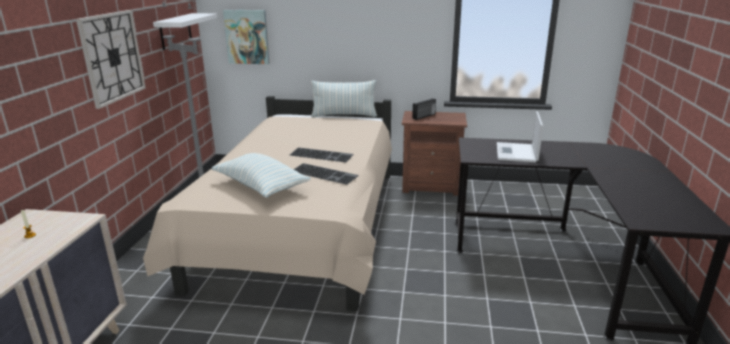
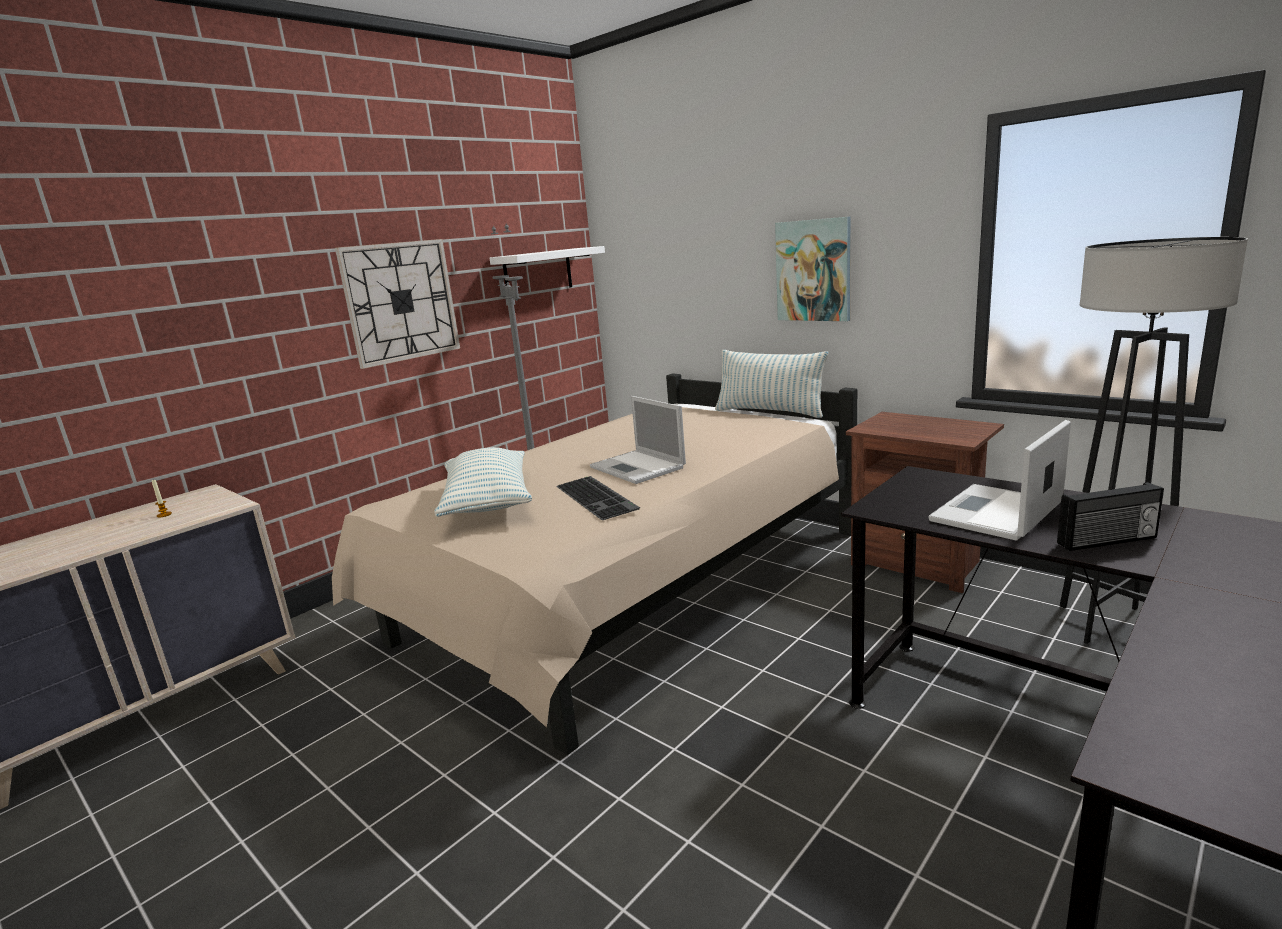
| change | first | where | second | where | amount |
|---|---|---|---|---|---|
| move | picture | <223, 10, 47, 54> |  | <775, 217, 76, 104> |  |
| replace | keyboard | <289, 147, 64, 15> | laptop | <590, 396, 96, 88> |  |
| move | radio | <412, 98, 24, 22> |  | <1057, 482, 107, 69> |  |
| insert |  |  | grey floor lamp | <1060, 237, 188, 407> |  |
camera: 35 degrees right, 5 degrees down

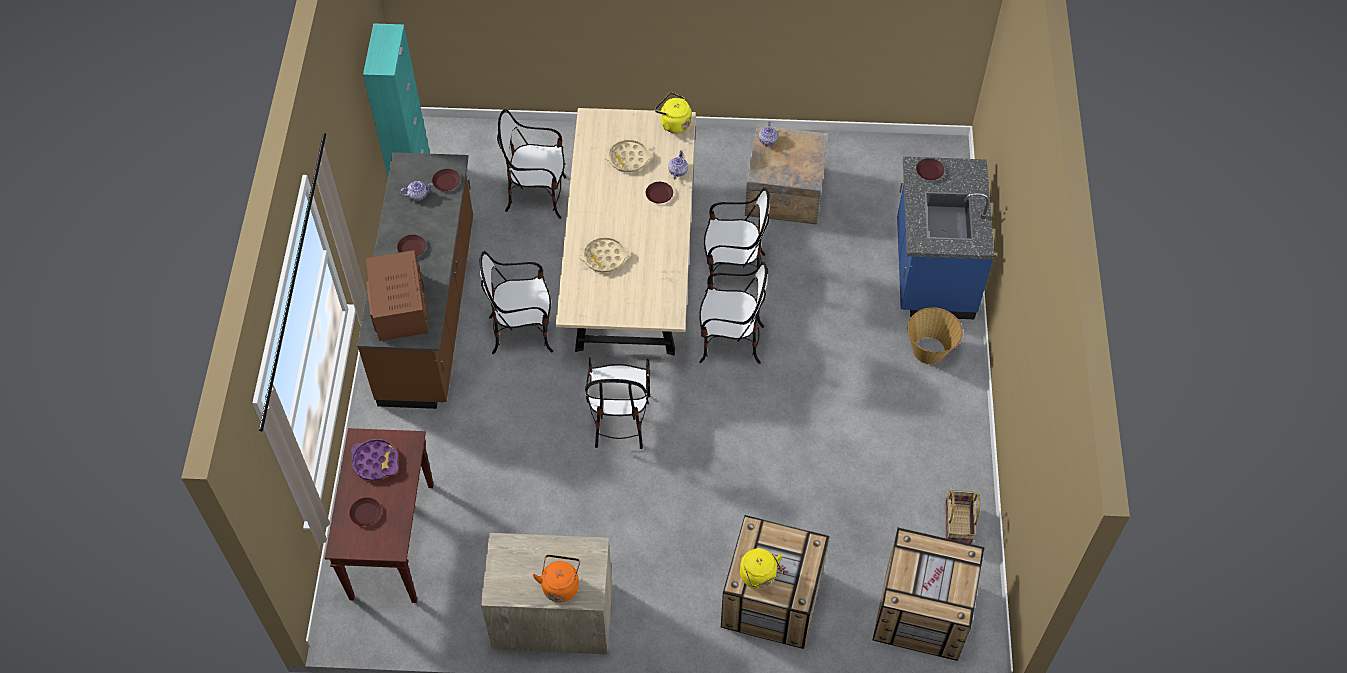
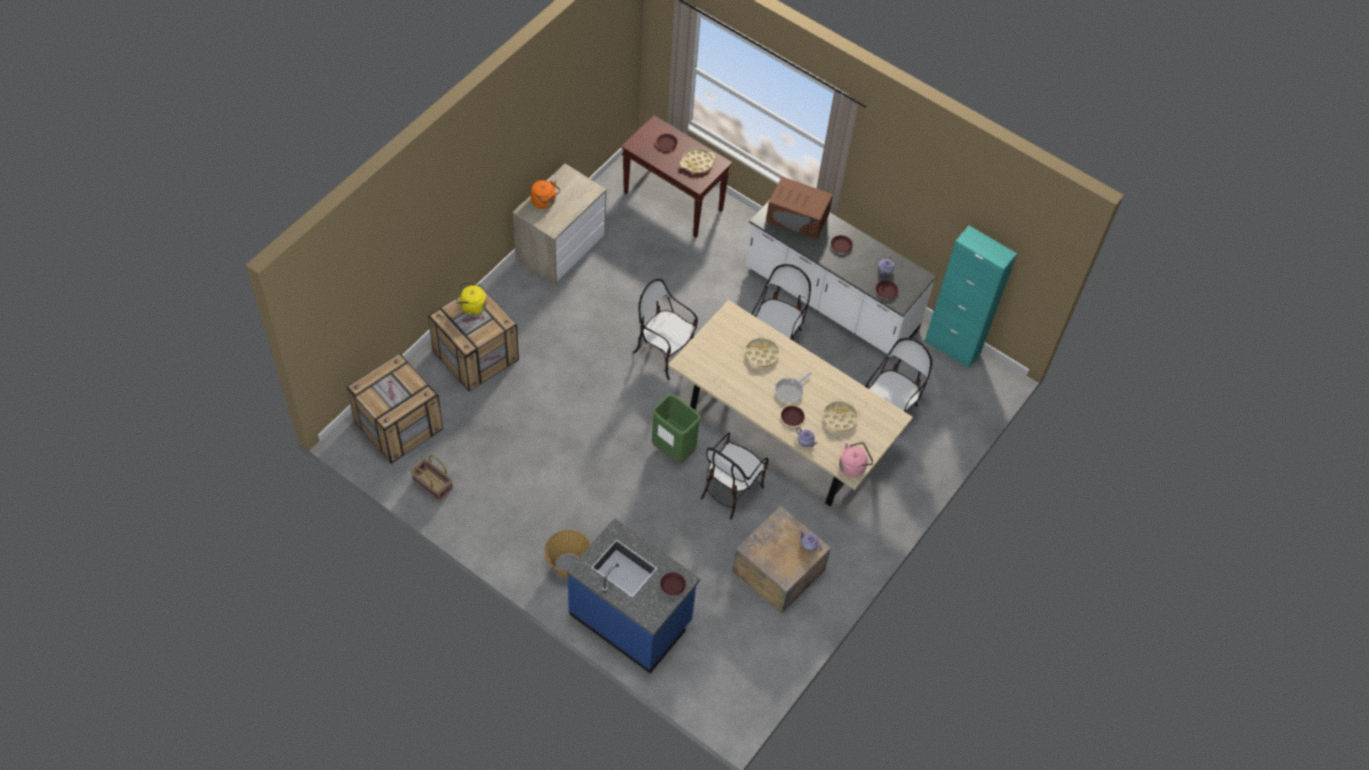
| change | first | where | second | where | amount |
|---|---|---|---|---|---|
| recolor | purple tray | <351, 439, 48, 42> | beige tray | <680, 148, 36, 25> |  |
| recolor | brown counter | <357, 152, 116, 257> | white counter | <746, 201, 190, 156> |  |
| recolor | yellow kettle | <655, 92, 37, 41> | pink kettle | <839, 442, 34, 35> |  |
| replace | chair | <699, 262, 69, 102> | green trash can | <652, 394, 49, 70> |  |
| insert |  |  | frying pan | <775, 372, 37, 30> |  |
camera: 120 degrees right, 0 degrees up

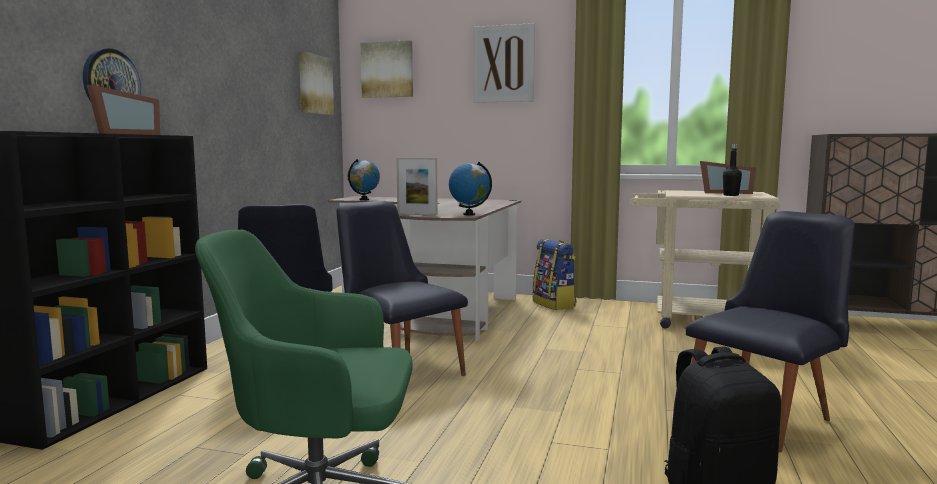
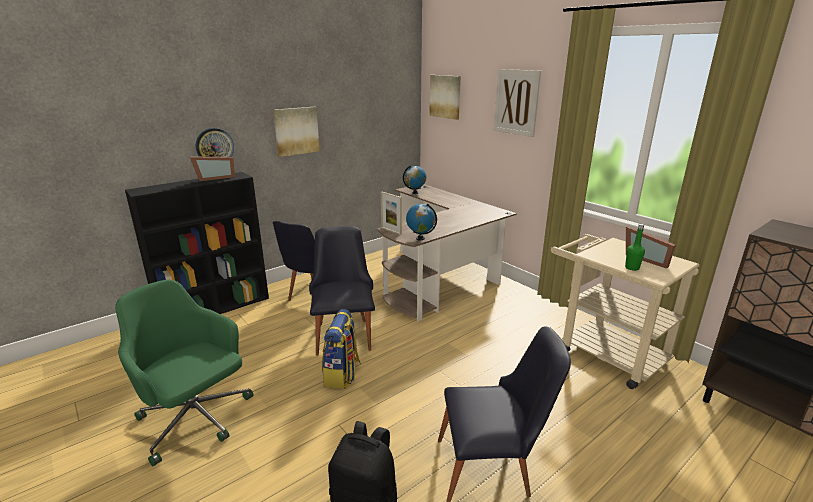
| change | first | where | second | where | amount |
|---|---|---|---|---|---|
| move | picture | <299, 51, 35, 64> |  | <273, 107, 47, 50> |  |
| move | backpack | <533, 239, 43, 71> |  | <322, 309, 39, 80> |  |
| recolor | black bottle | <723, 144, 19, 52> | green bottle | <625, 224, 20, 47> |  |
camera: 35 degrees right, 15 degrees up

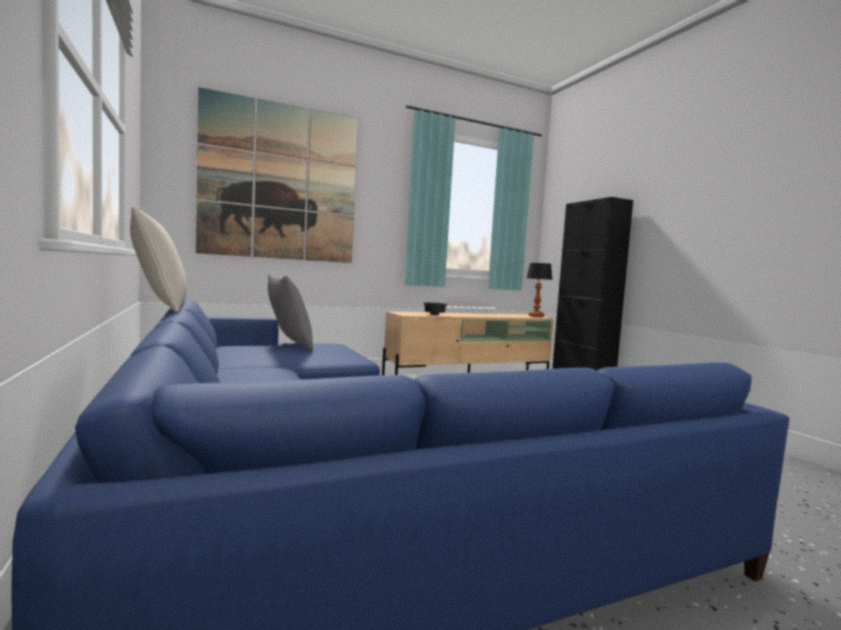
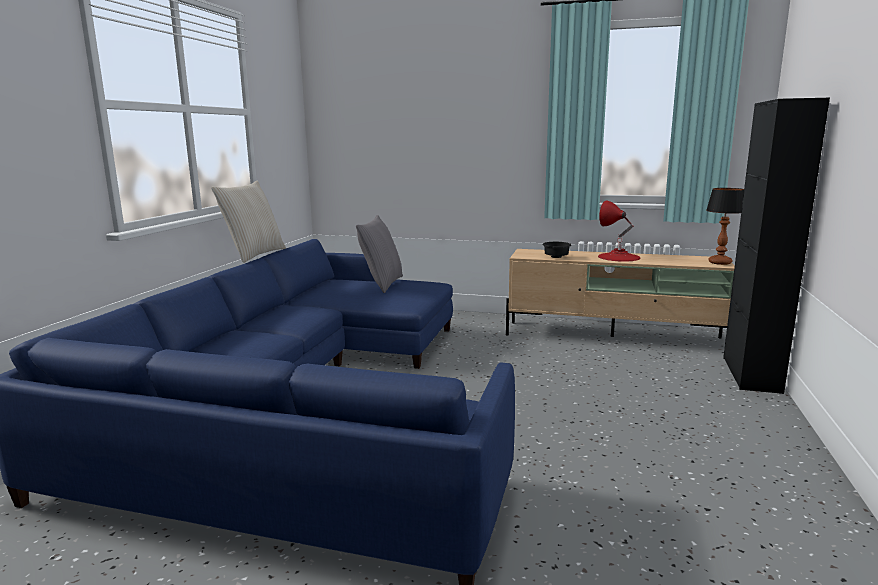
| change | first | where | second | where | amount |
|---|---|---|---|---|---|
| delete | picture | <196, 87, 162, 176> |  |  |  |
| insert |  |  | red table lamp | <598, 200, 42, 62> |  |
camera: 40 degrees right, 10 degrees up

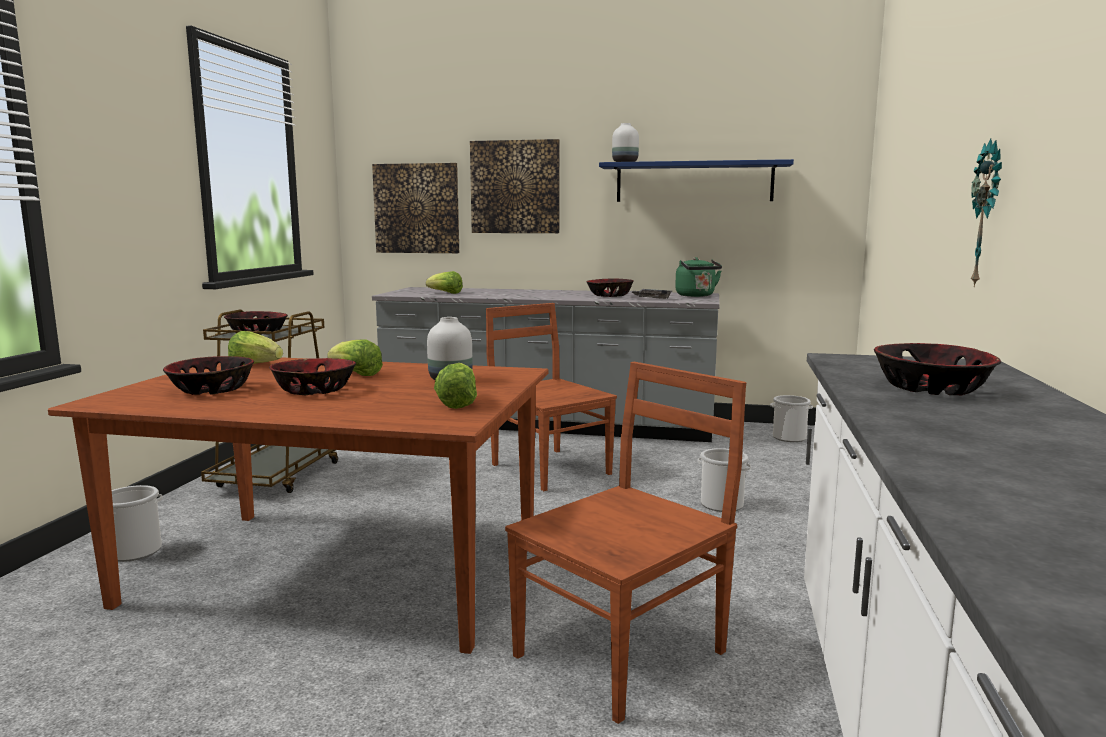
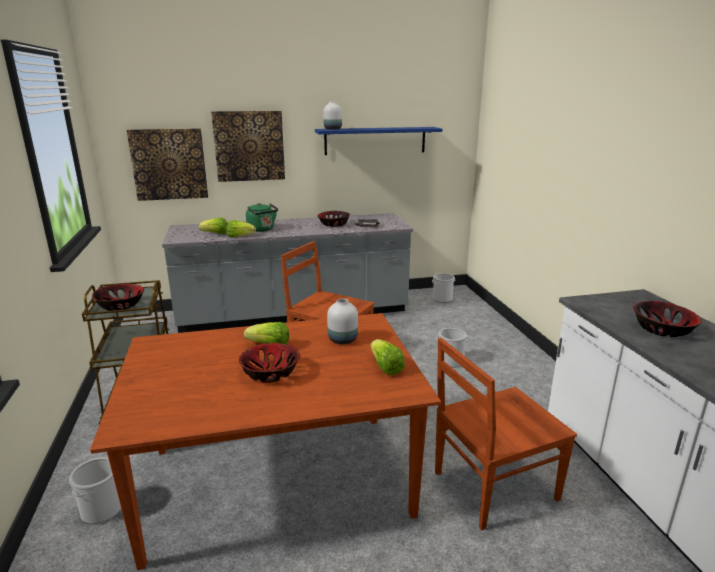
| change | first | where | second | where | amount |
|---|---|---|---|---|---|
| delete | bowl | <163, 356, 91, 39> |  |  |  |
| move | lettuce | <228, 331, 55, 34> |  | <226, 220, 30, 17> |  |
| rotate | brown chair | <505, 362, 241, 362> |  | <435, 338, 142, 192> | 135 degrees counterclockwise |
| move | green kettle | <675, 257, 47, 40> |  | <246, 203, 32, 29> |  |
| delete | wall clock | <971, 138, 31, 149> |  |  |  |
camera: 25 degrees left, 10 degrees up

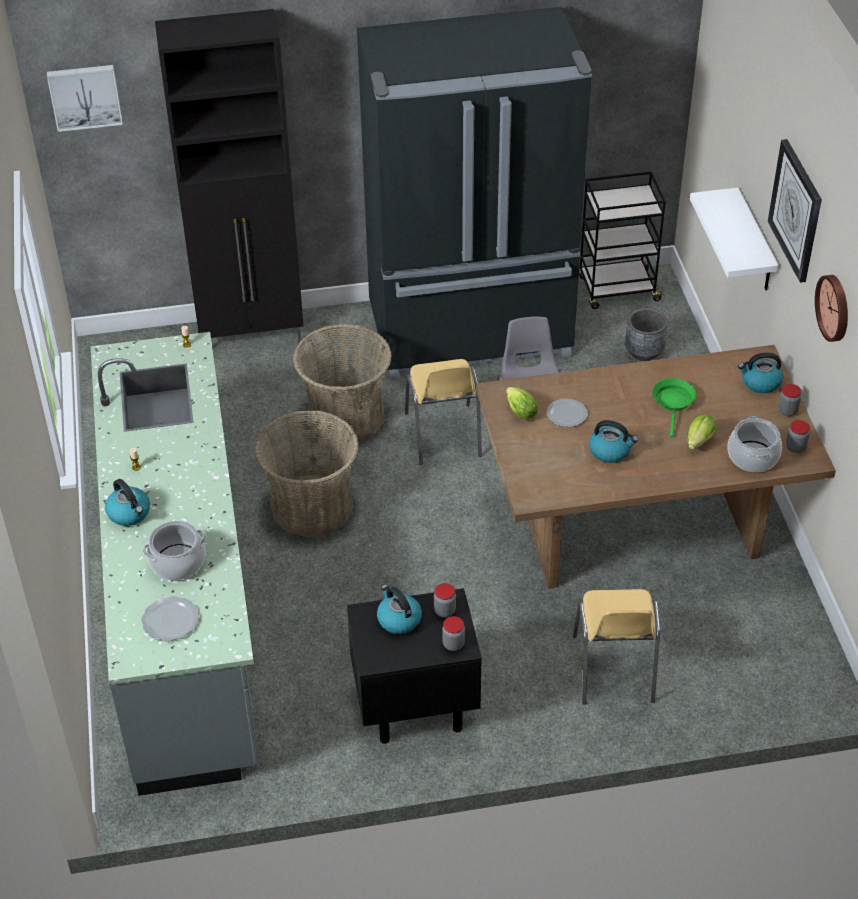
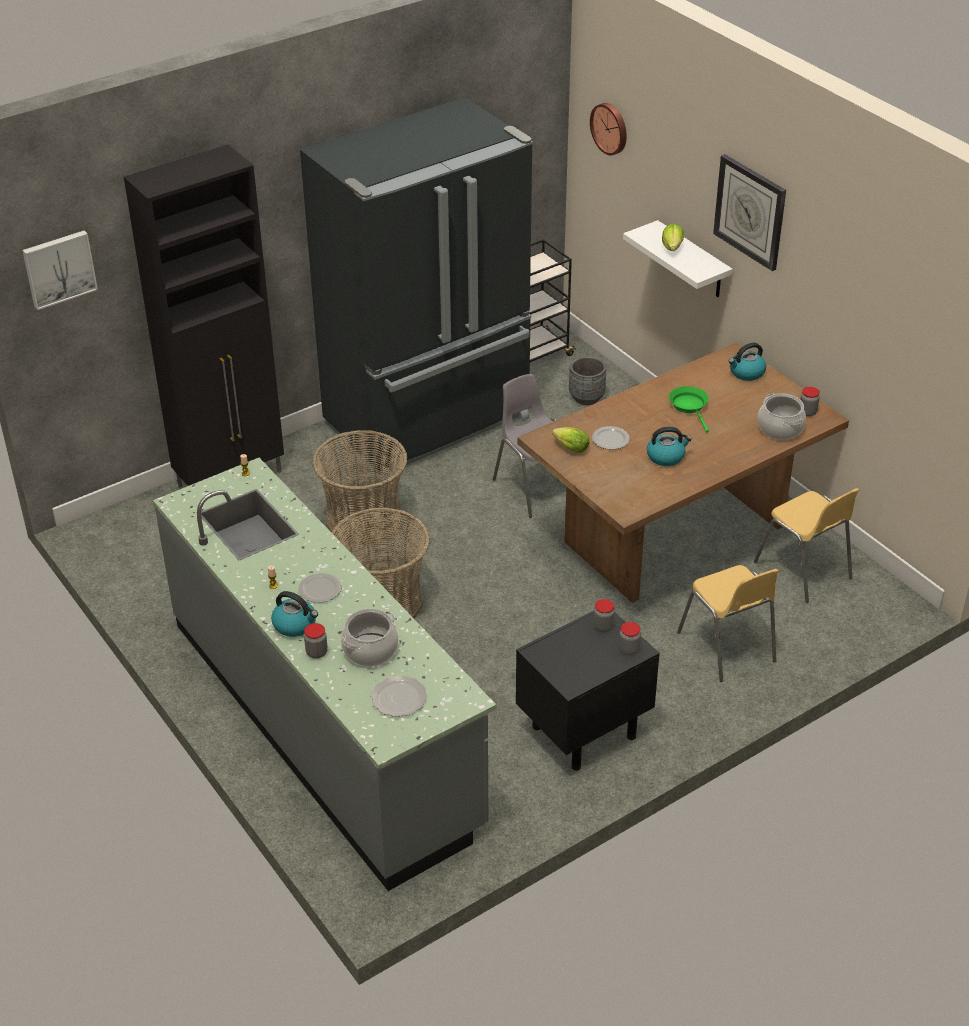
| change | first | where | second | where | amount |
|---|---|---|---|---|---|
| delete | kettle | <377, 585, 45, 49> |  |  |  |
| move | yellow chair | <405, 359, 77, 106> |  | <754, 488, 105, 115> |  |
| move | lettuce | <687, 414, 30, 35> |  | <662, 224, 22, 27> |  |
| move | jar | <778, 384, 24, 32> |  | <304, 623, 24, 36> |  |
| move | wall clock | <815, 275, 33, 67> |  | <590, 103, 37, 52> |  |
| insert |  |  | plate | <299, 573, 42, 30> |  |
camera: 25 degrees left, 5 degrees down

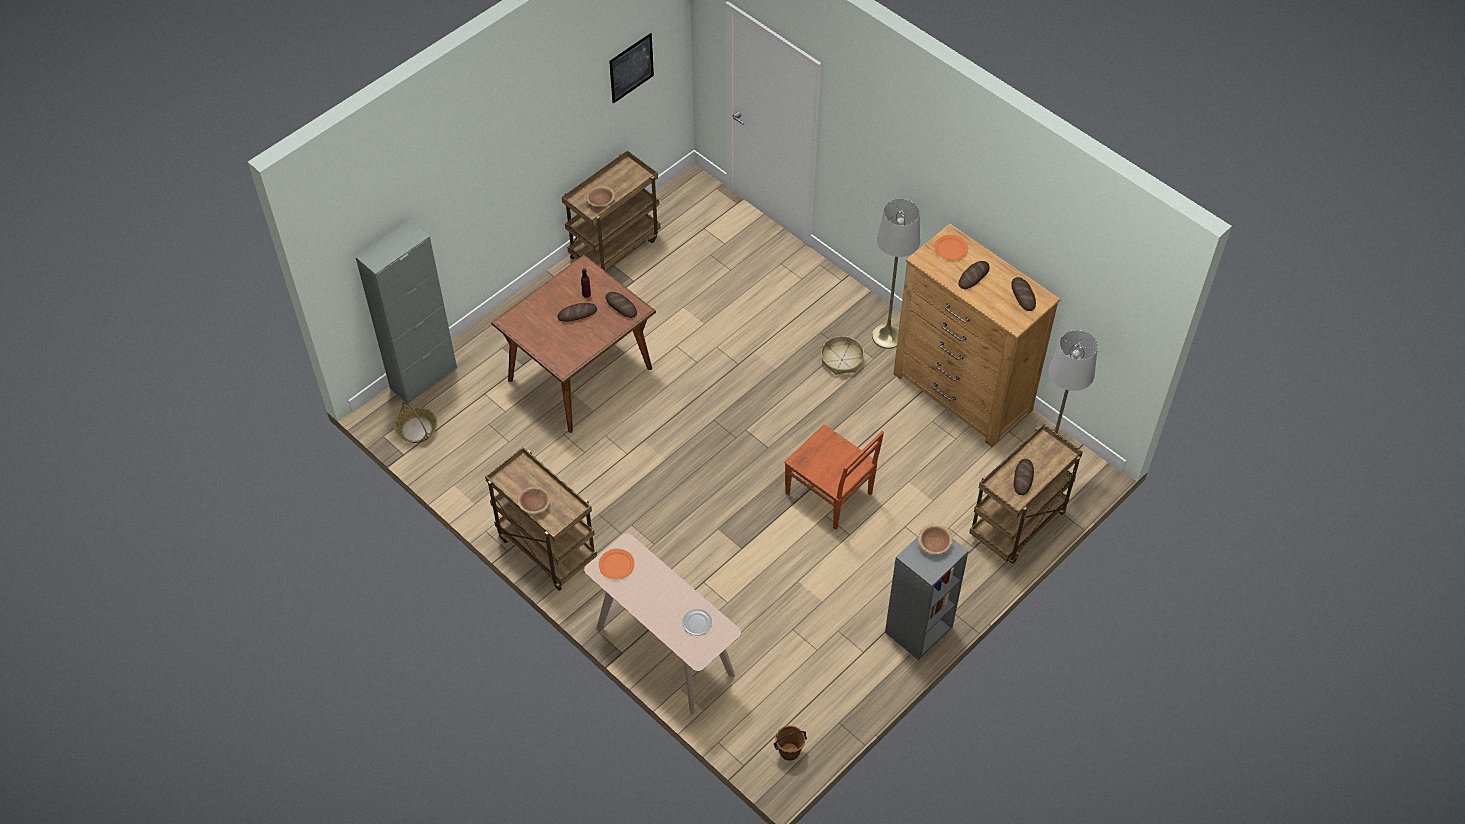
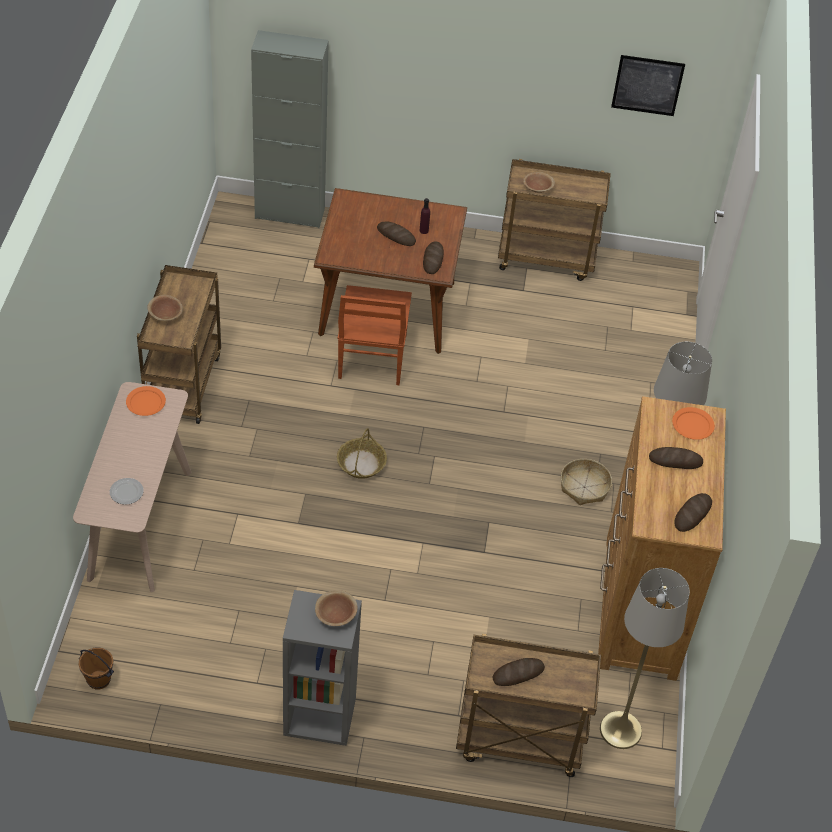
| change | first | where | second | where | amount |
|---|---|---|---|---|---|
| move | basket | <394, 402, 44, 41> |  | <337, 428, 50, 51> |  |
| move | brown chair | <784, 424, 100, 106> |  | <338, 285, 74, 100> |  |
camera: 50 degrees right, 5 degrees down

